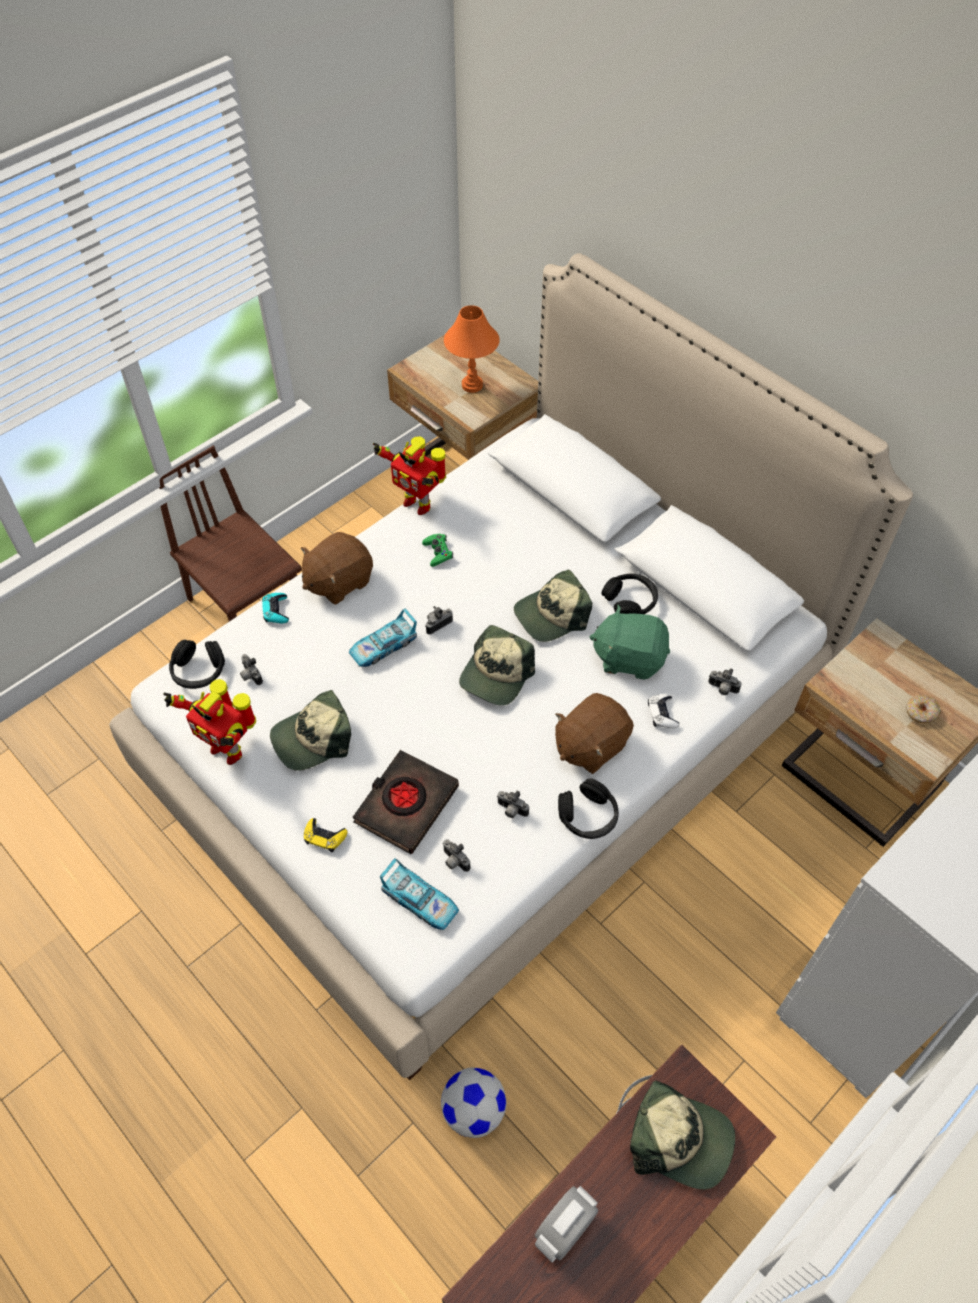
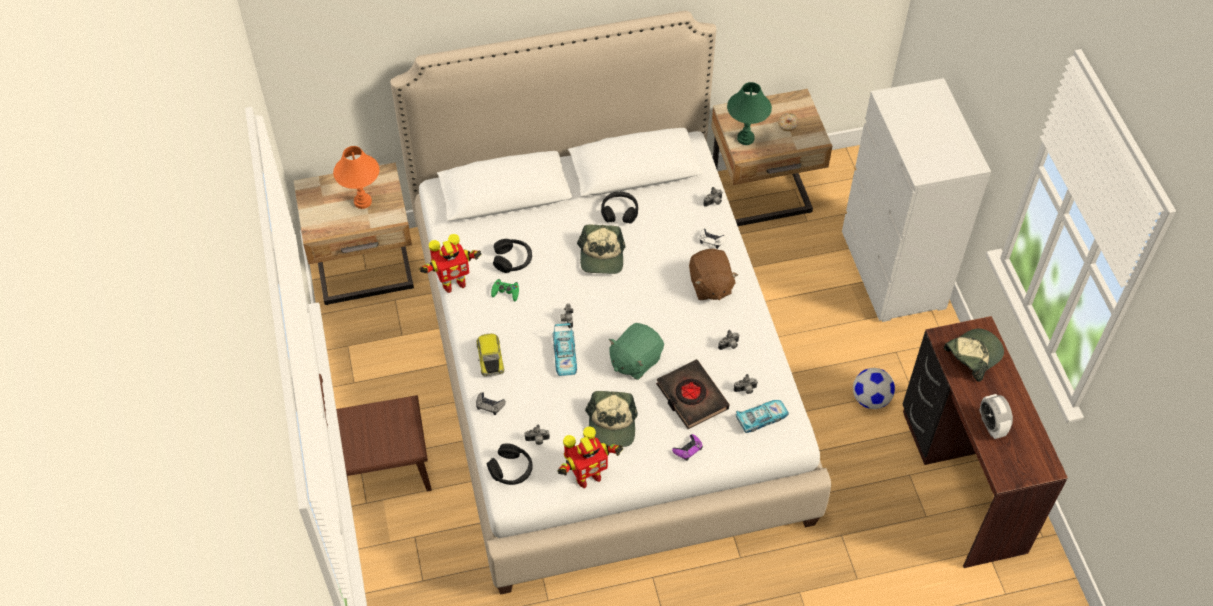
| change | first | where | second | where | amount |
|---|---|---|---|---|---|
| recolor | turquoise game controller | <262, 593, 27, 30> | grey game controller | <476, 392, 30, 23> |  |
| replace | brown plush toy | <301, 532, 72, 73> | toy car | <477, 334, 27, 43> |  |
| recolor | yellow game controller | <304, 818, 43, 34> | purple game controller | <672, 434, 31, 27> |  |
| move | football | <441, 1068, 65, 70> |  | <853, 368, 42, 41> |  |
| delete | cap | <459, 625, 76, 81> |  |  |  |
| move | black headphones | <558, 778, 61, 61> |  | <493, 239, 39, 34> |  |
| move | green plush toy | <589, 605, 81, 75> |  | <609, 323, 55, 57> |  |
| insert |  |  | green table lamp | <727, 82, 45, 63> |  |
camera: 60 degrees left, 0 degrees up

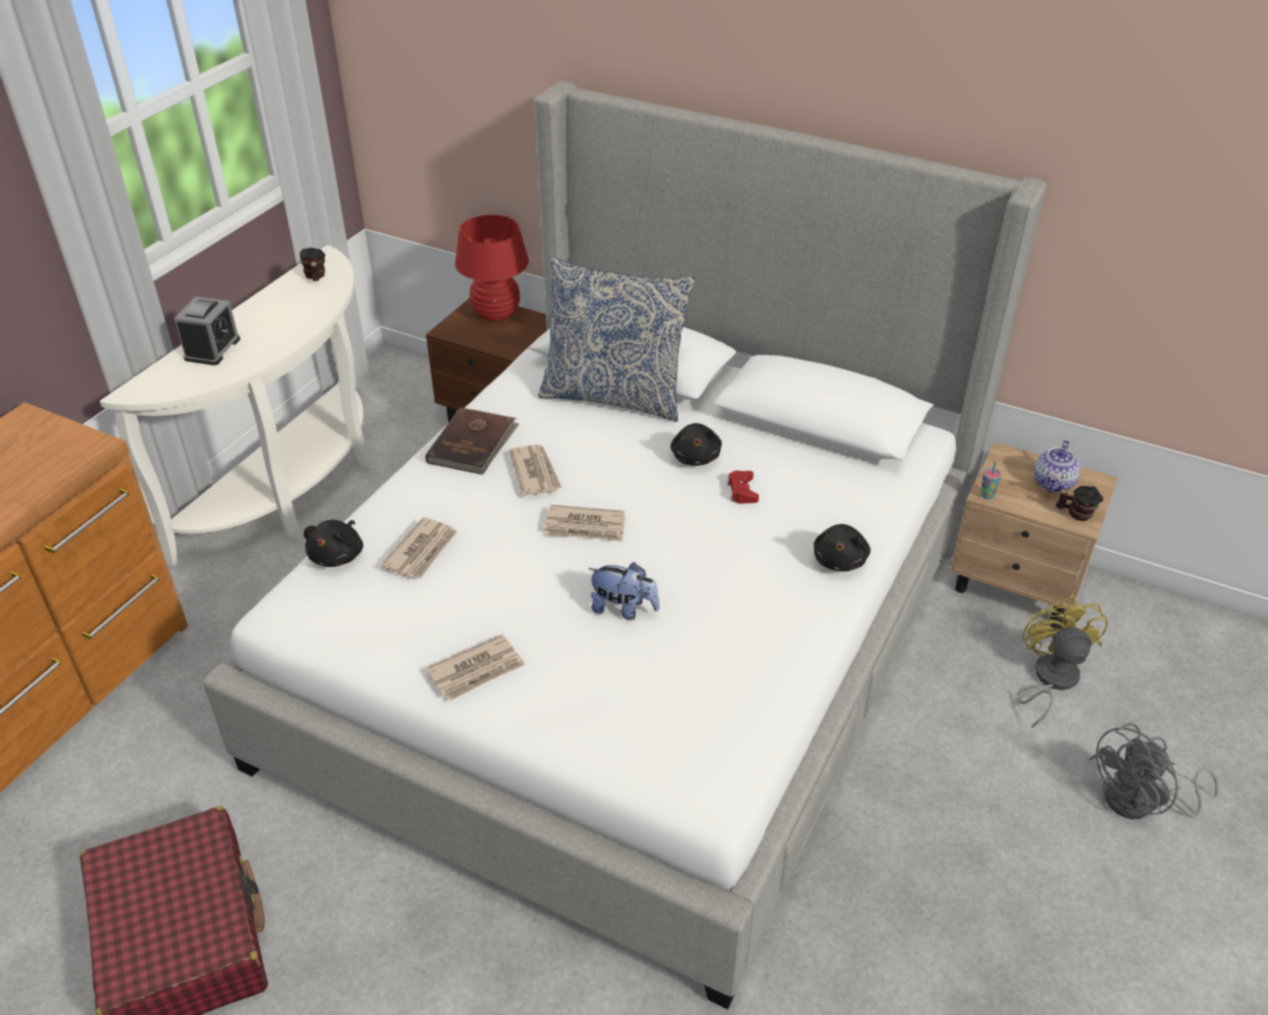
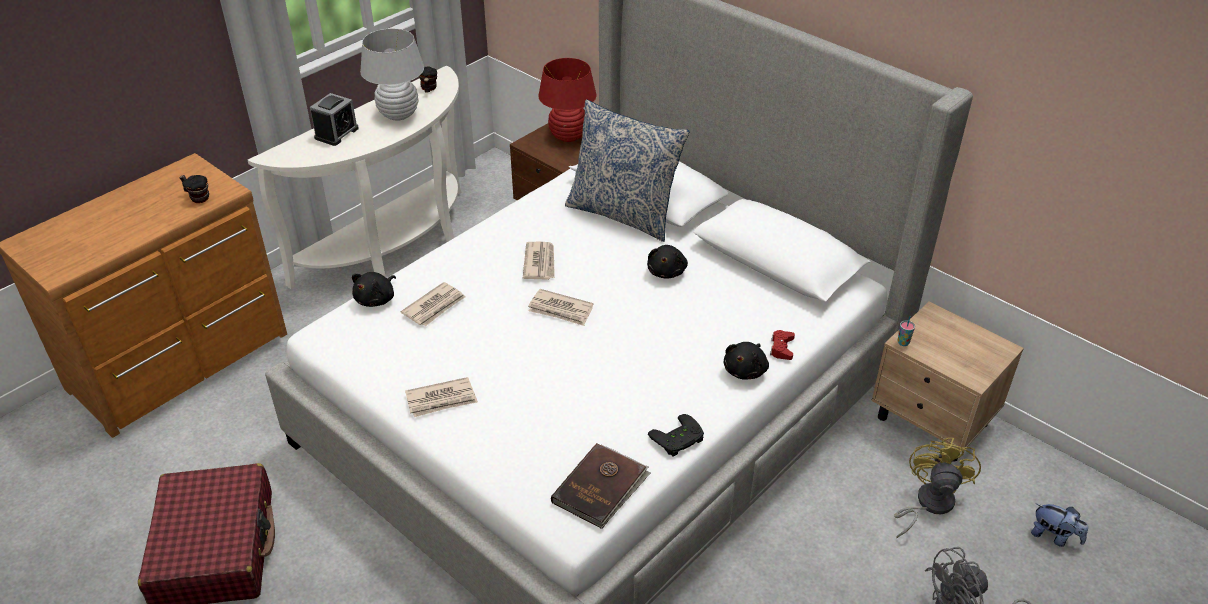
| change | first | where | second | where | amount |
|---|---|---|---|---|---|
| move | brown book | <426, 407, 93, 68> |  | <551, 443, 99, 86> |  |
| move | plush toy | <588, 562, 72, 58> |  | <1031, 504, 57, 43> |  |
| move | red game controller | <727, 470, 32, 34> |  | <770, 330, 25, 30> |  |
| delete | teapot | <1034, 440, 46, 52> |  |  |  |
| move | mug | <1056, 486, 47, 35> |  | <179, 175, 30, 28> |  |
| insert |  |  | white table lamp | <360, 28, 64, 93> |  |
| insert |  |  | black game controller | <648, 414, 56, 43> |  |
camera: 15 degrees right, 0 degrees up

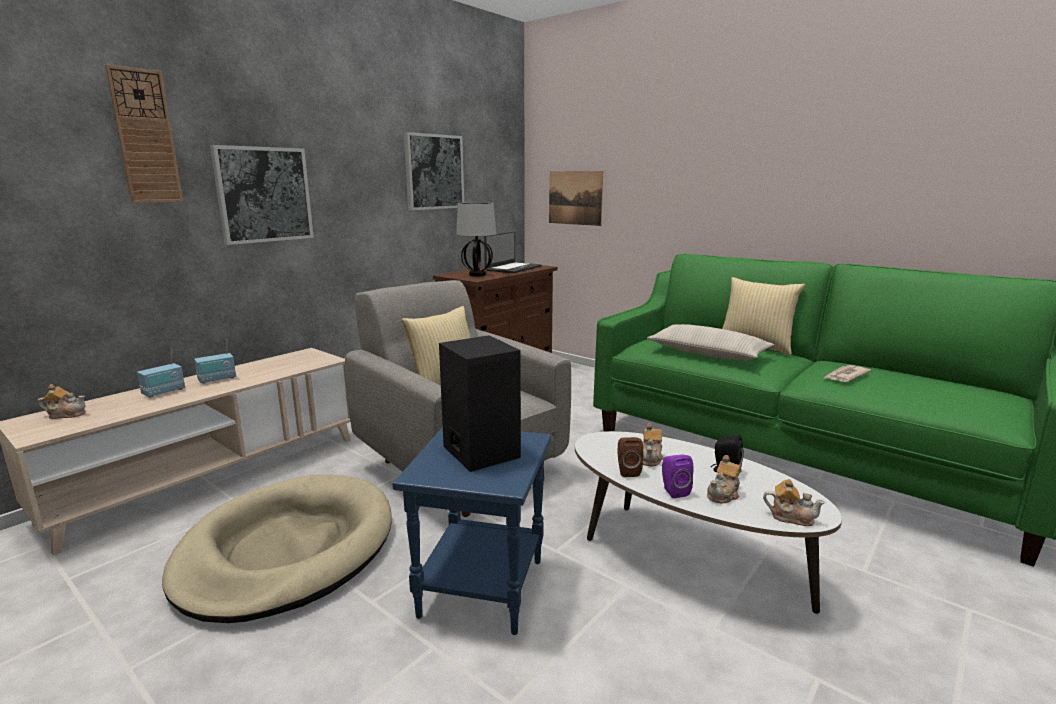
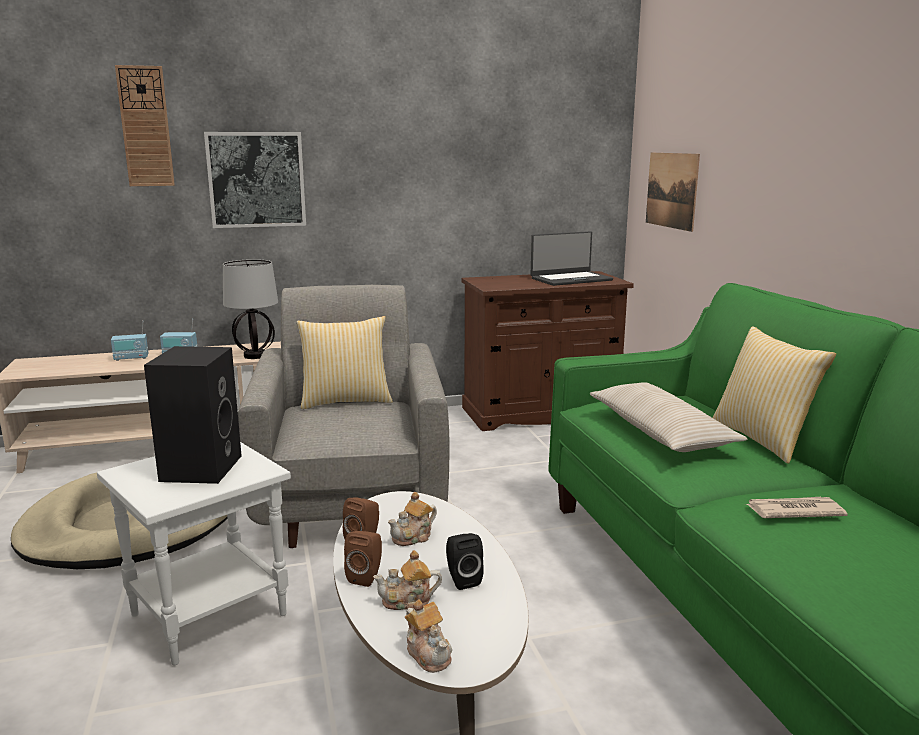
| change | first | where | second | where | amount |
|---|---|---|---|---|---|
| delete | teapot | <38, 384, 48, 35> |  |  |  |
| recolor | blue side table | <392, 427, 159, 208> | white side table | <97, 442, 194, 224> |  |
| delete | picture | <404, 132, 60, 78> |  |  |  |
| move | table lamp | <456, 202, 41, 74> |  | <223, 259, 55, 100> |  |
| recolor | purple speaker | <662, 454, 32, 44> | brown speaker | <344, 531, 38, 56> |  |
camera: 35 degrees right, 0 degrees up

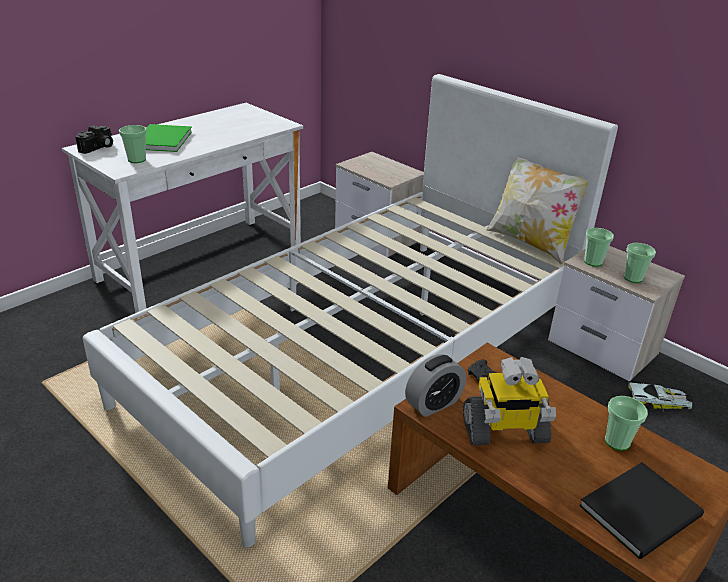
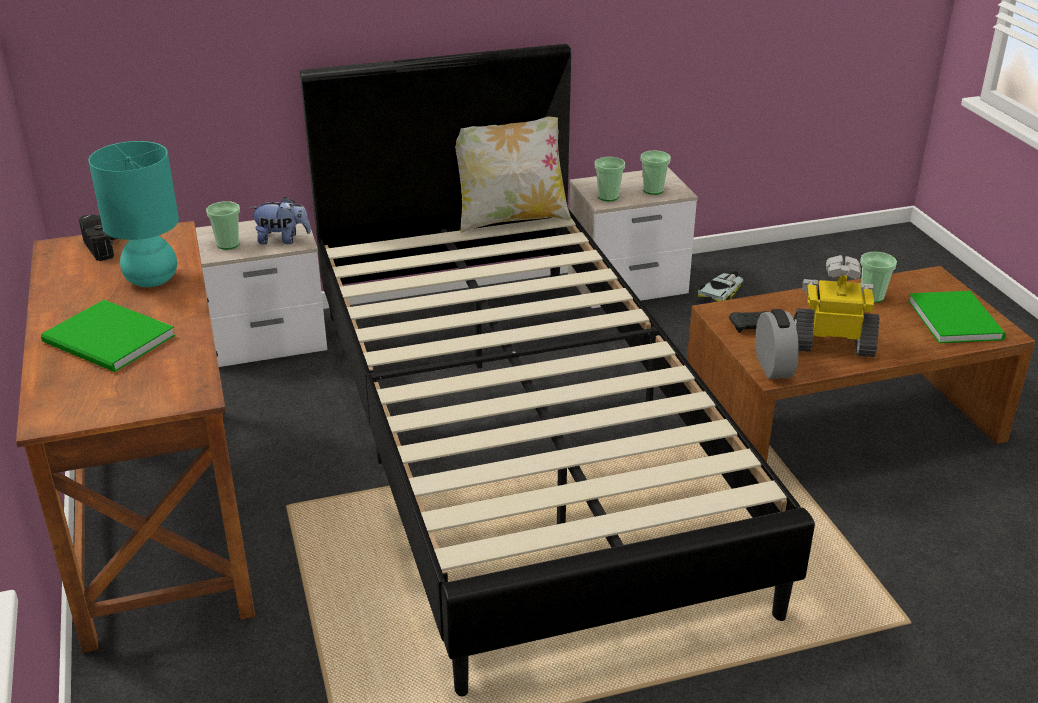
| change | first | where | second | where | amount |
|---|---|---|---|---|---|
| recolor | white desk | <62, 103, 241, 210> | brown desk | <16, 221, 239, 432> |  |
| move | photo camera | <75, 125, 38, 29> |  | <79, 214, 38, 47> |  |
| recolor | white bed | <83, 74, 535, 474> | black bed | <300, 44, 515, 652> |  |
| move | cup | <119, 125, 28, 38> |  | <206, 201, 34, 49> |  |
| rotate | toy robot | <463, 357, 93, 88> |  | <793, 255, 87, 102> | 105 degrees counterclockwise |
| recolor | black book | <579, 462, 125, 97> | green book | <908, 291, 98, 52> |  |
| insert |  |  | turquoise table lamp | <88, 141, 91, 146> |  |
| insert |  |  | plush toy | <250, 197, 61, 47> |  |
camera: 60 degrees left, 0 degrees up

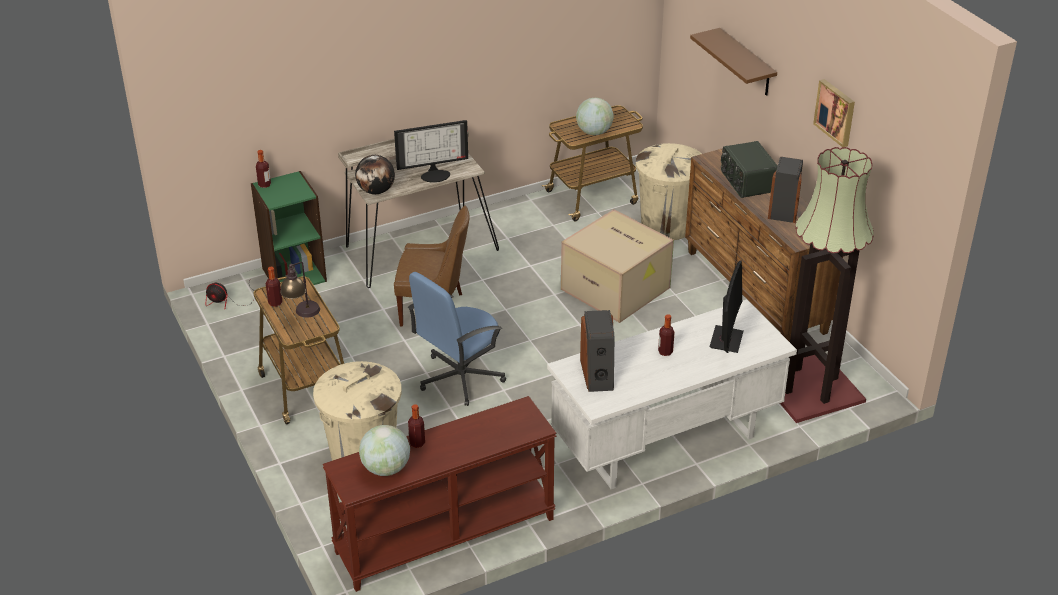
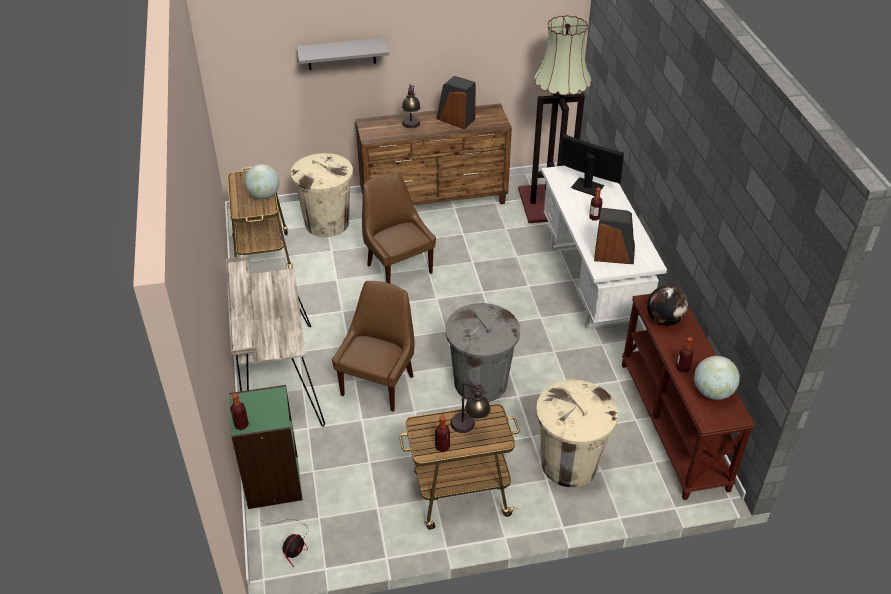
| change | first | where | second | where | amount |
|---|---|---|---|---|---|
| move | globe | <355, 155, 40, 39> |  | <647, 285, 41, 41> |  |
| delete | monitor | <394, 120, 74, 63> |  |  |  |
| replace | blue office chair | <408, 272, 98, 134> | grey trash can | <445, 303, 75, 99> |  |
| replace | cardboard box | <561, 209, 113, 114> | brown chair | <362, 172, 74, 112> |  |
| recolor | brown shelf | <690, 28, 87, 68> | grey shelf | <296, 38, 93, 32> |  |
| replace | radio | <721, 141, 57, 57> | table lamp | <402, 84, 19, 44> |  |
| delete | picture | <813, 79, 42, 68> |  |  |  |
camera: 75 degrees left, 5 degrees up

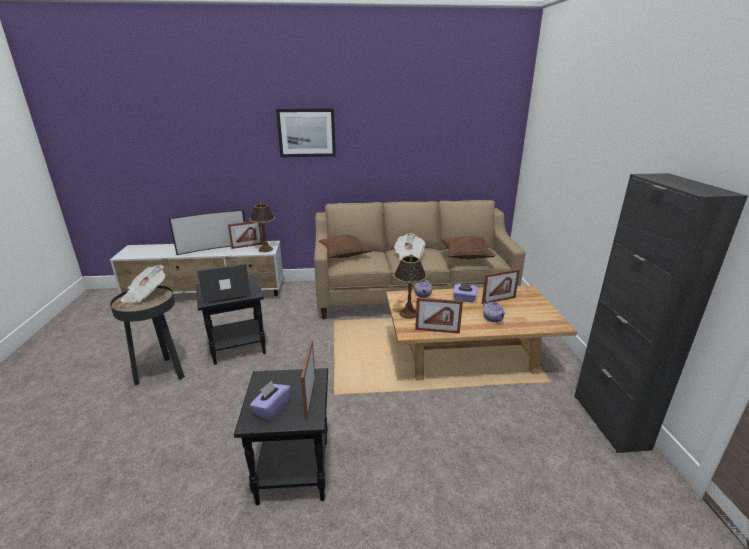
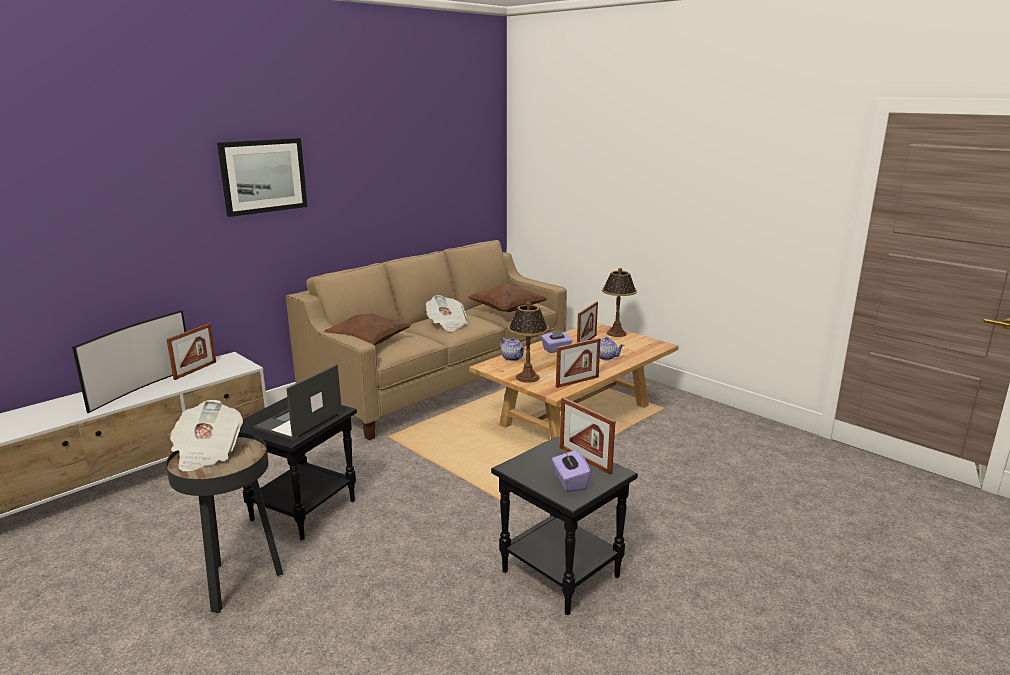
| change | first | where | second | where | amount |
|---|---|---|---|---|---|
| move | table lamp | <250, 202, 25, 50> |  | <602, 268, 35, 69> |  |
| delete | black cabinet | <574, 173, 174, 280> |  |  |  |
camera: 40 degrees left, 5 degrees down

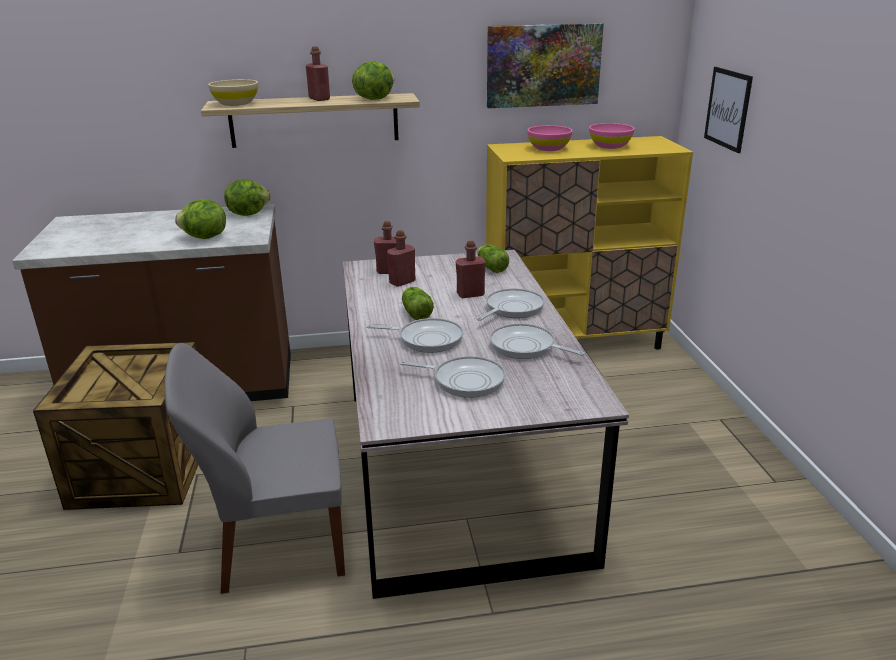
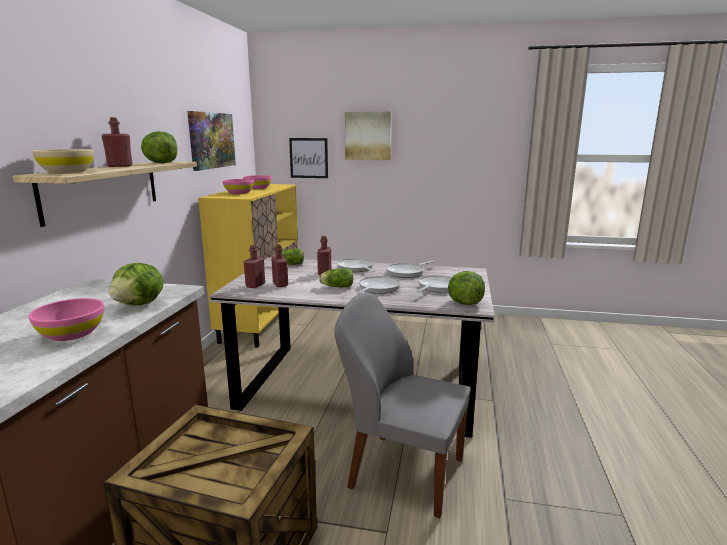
| change | first | where | second | where | amount |
|---|---|---|---|---|---|
| rotate | grey chair | <165, 343, 180, 251> |  | <334, 293, 137, 225> | 105 degrees clockwise |
| move | lettuce | <224, 179, 47, 37> |  | <448, 271, 37, 34> |  |
| insert |  |  | pink bowl | <28, 298, 76, 43> |  |
| insert |  |  | picture | <345, 112, 46, 48> |  |
camera: 70 degrees left, 10 degrees down

